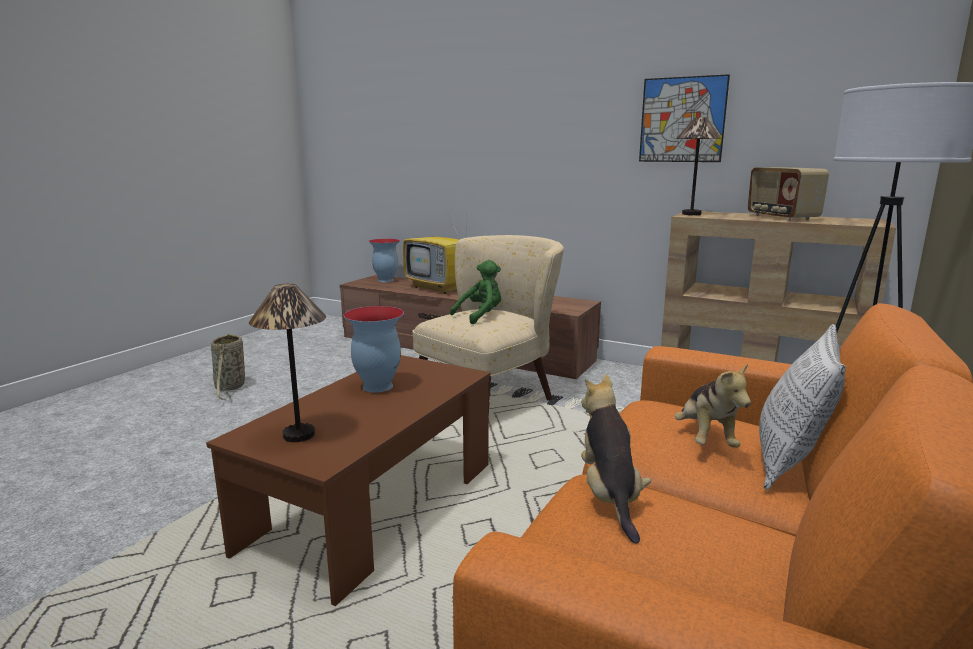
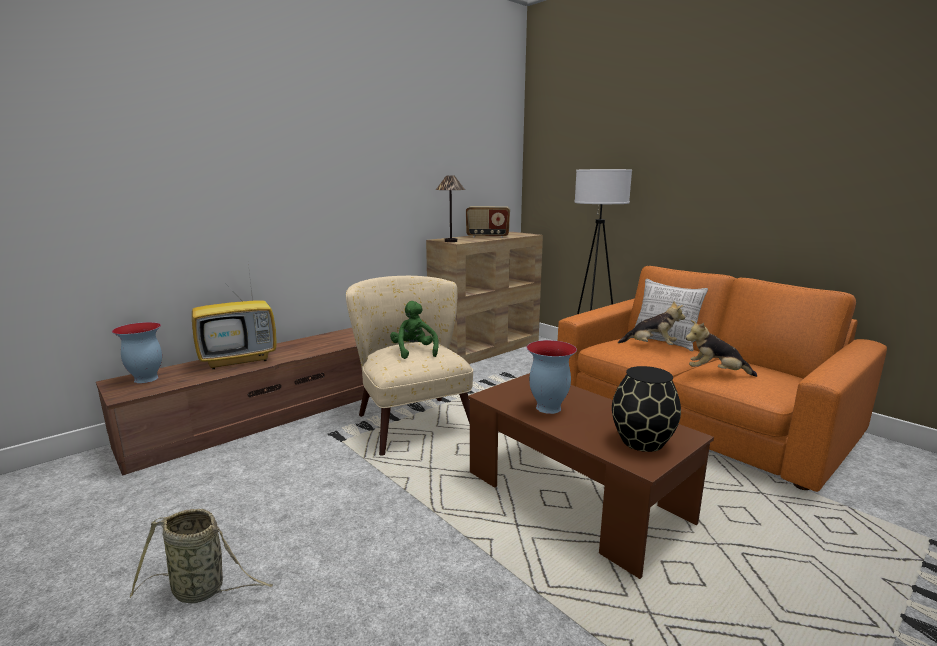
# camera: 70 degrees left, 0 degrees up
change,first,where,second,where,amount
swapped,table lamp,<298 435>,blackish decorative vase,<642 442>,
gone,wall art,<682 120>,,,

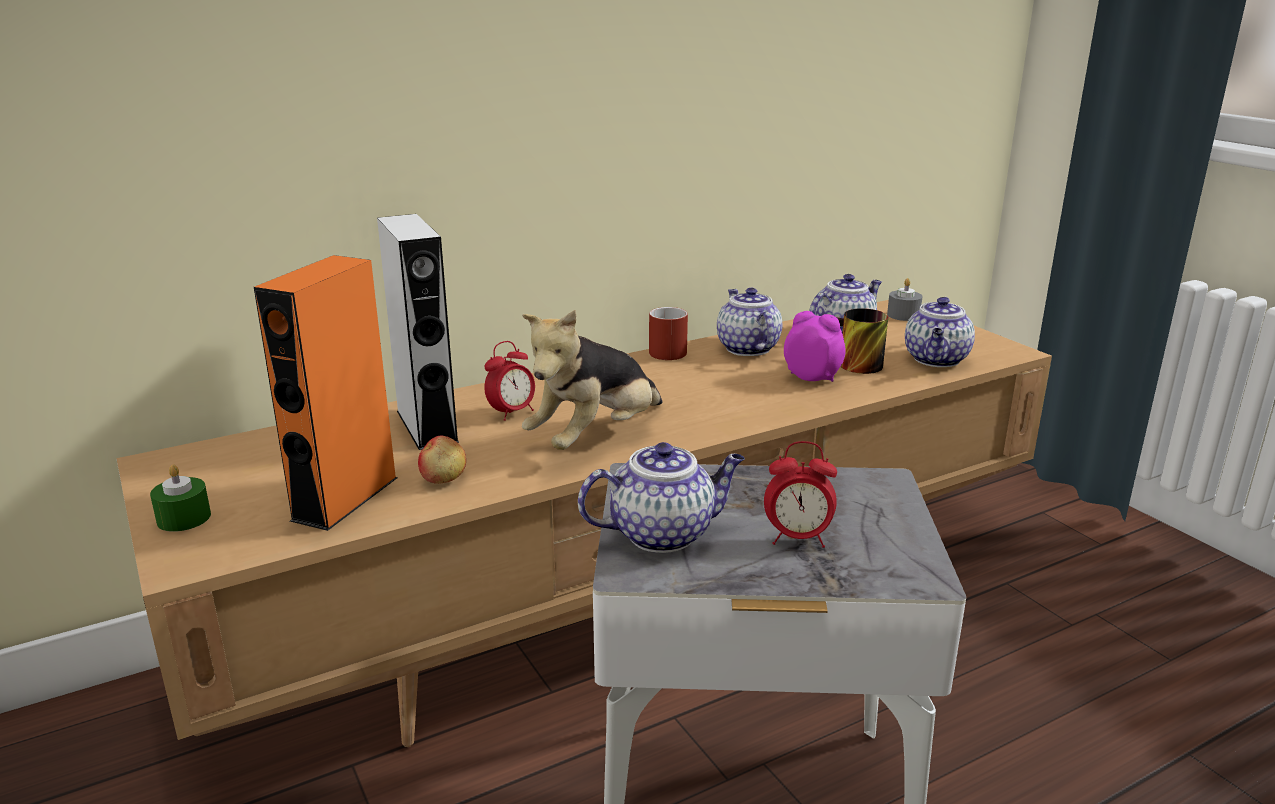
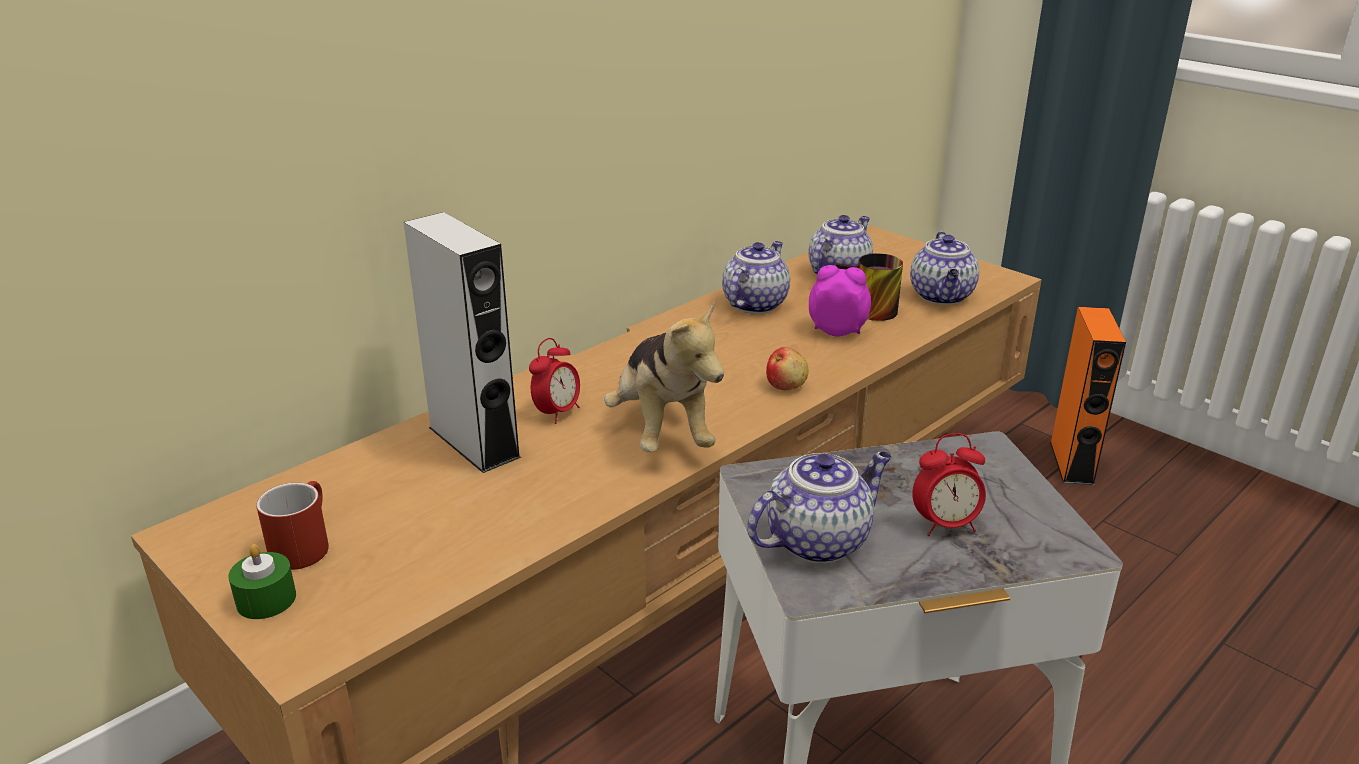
# camera: 15 degrees left, 5 degrees up
change,first,where,second,where,amount
shifted,orange-coloured loudspeaker,<345 498>,,<1071 463>,
shifted,whole apple,<444 478>,,<786 385>,
rotated,cuddly toy,<595 437>,,<661 431>,45 degrees counterclockwise
shifted,reddish coffee mug,<670 350>,,<303 544>,
rotated,tea pot,<746 348>,,<755 303>,60 degrees clockwise
gone,greyish wax candle,<903 315>,,,

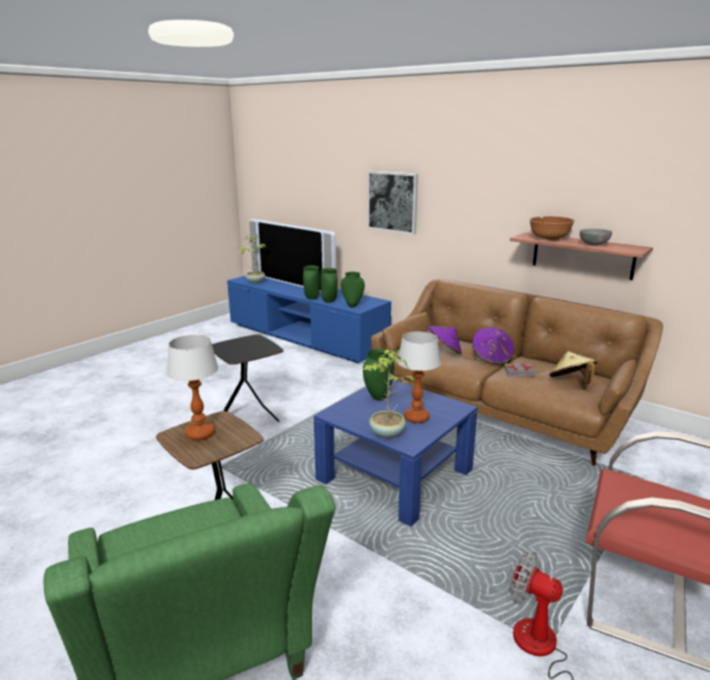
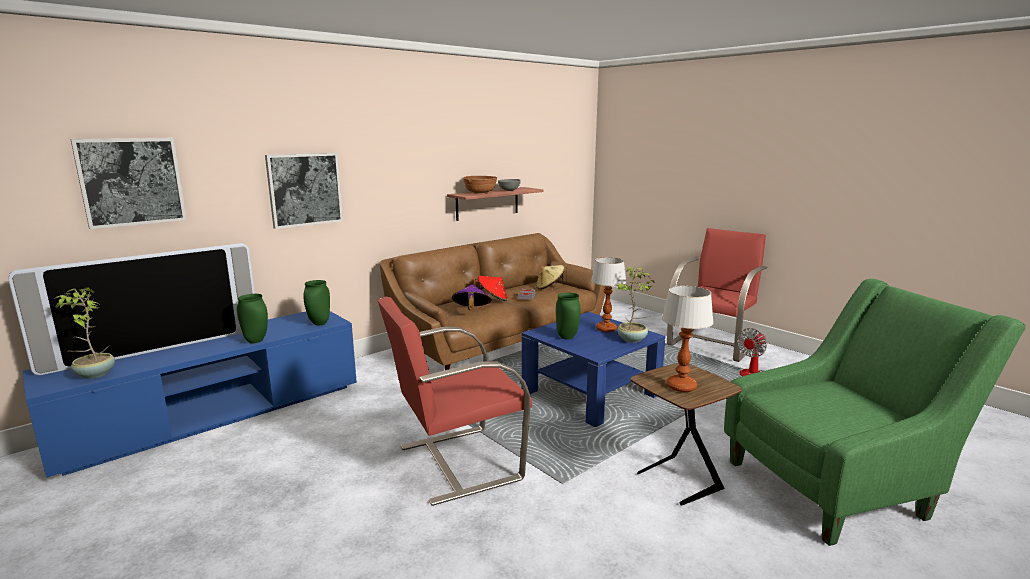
# camera: 80 degrees left, 5 degrees down
change,first,where,second,where,amount
swapped,blackish end table,<251 420>,reddish lounge chair,<457 463>,
gone,greenish decorative vase,<329 301>,,,
repainted,purplish wearable hat,<492 358>,reddish wearable hat,<492 299>,
new,,,wall art,<131 181>,

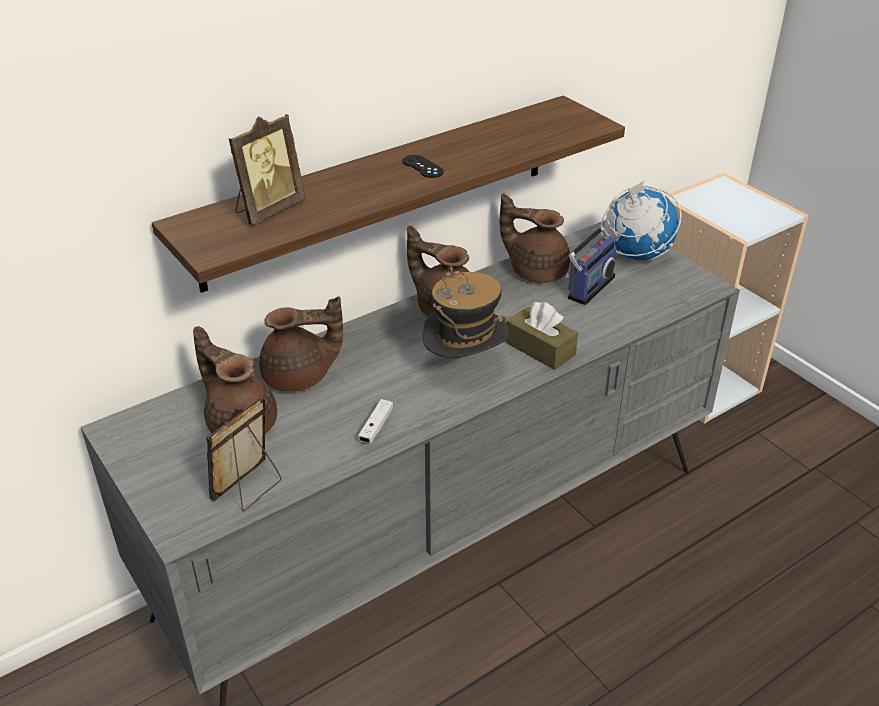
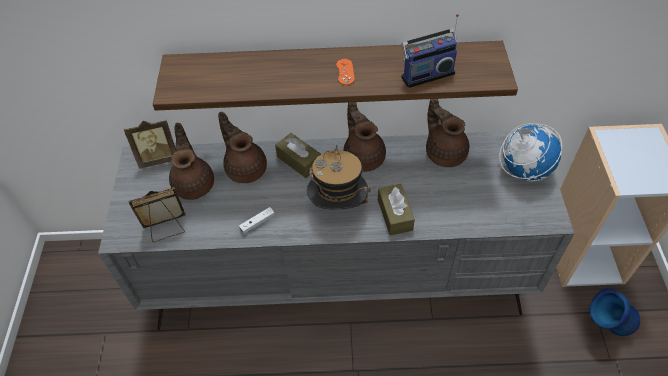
# camera: 35 degrees right, 15 degrees up
change,first,where,second,where,amount
shifted,photo frame,<268 210>,,<159 158>,
rotated,brown tea pot,<300 377>,,<245 168>,150 degrees counterclockwise
repainted,blackish game controller,<423 167>,orange-coloured game controller,<345 72>,
shifted,radio set,<588 286>,,<426 74>,
new,,,brown tissue holder,<299 161>,
new,,,blue decorative vase,<605 327>,

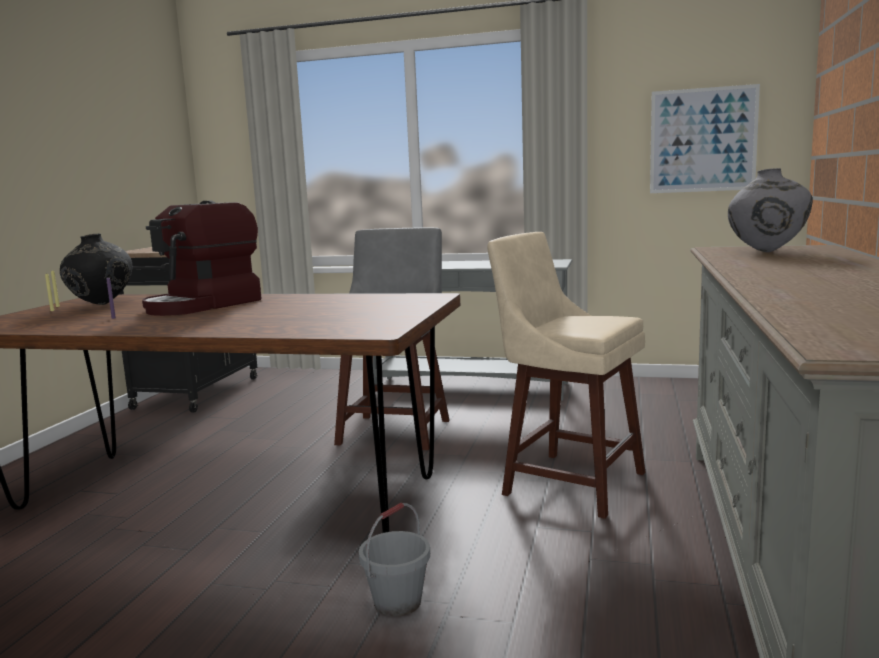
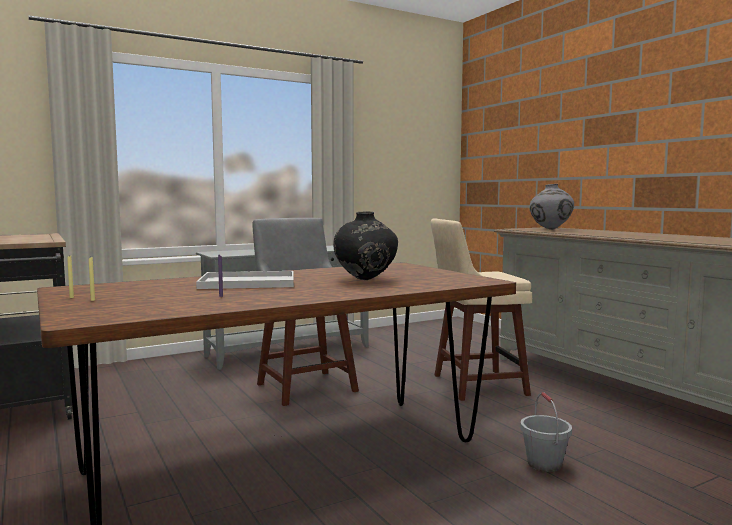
# camera: 45 degrees left, 5 degrees down
change,first,where,second,where,amount
shifted,blackish decorative vase,<102 305>,,<365 280>,
swapped,coffee machine,<203 305>,white-coloured serving tray,<250 282>,
gone,wall art,<703 140>,,,

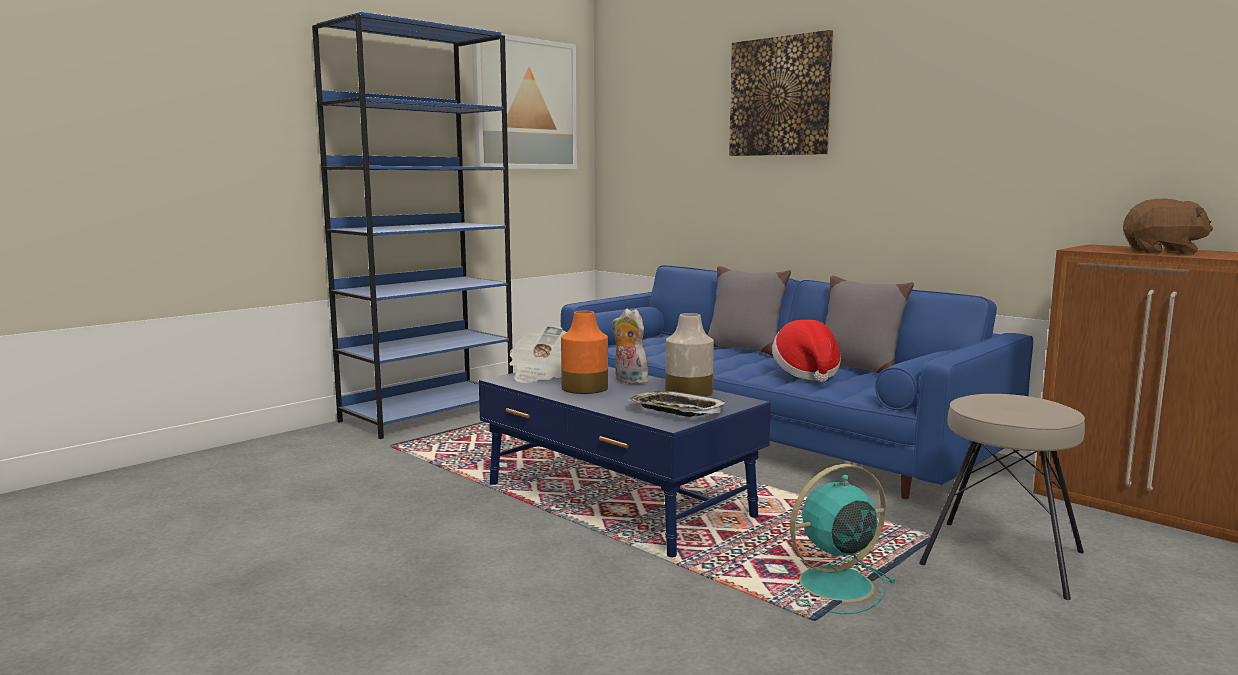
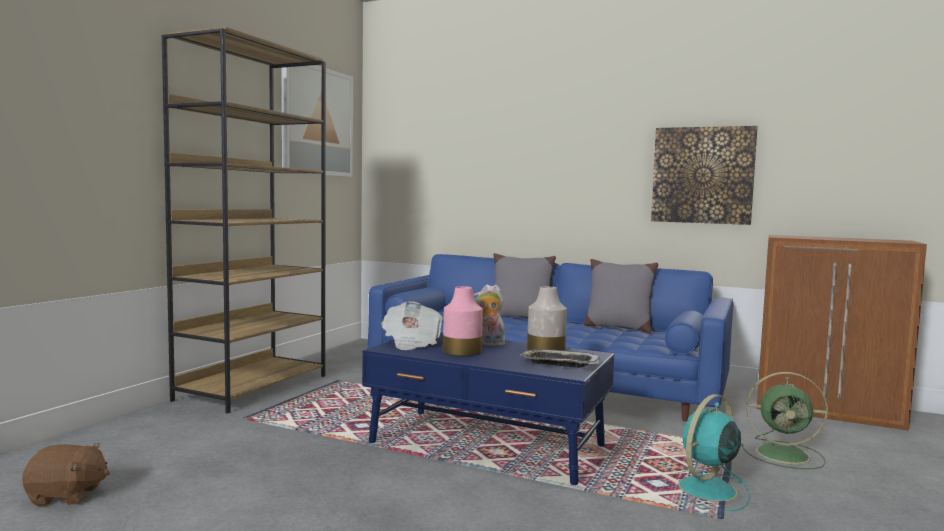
# camera: 20 degrees left, 5 degrees down
change,first,where,second,where,amount
repainted,blue bookshelf,<429 413>,brown bookshelf,<253 387>,
repainted,orange-coloured decorative vase,<585 388>,pink decorative vase,<462 351>,
shifted,wall art,<780 96>,,<702 175>,
gone,wearable hat,<806 374>,,,
swapped,sand-coloured sitting stool,<1002 557>,greenish electric fan,<785 454>,
shifted,brown cuddly toy,<1163 252>,,<67 496>,

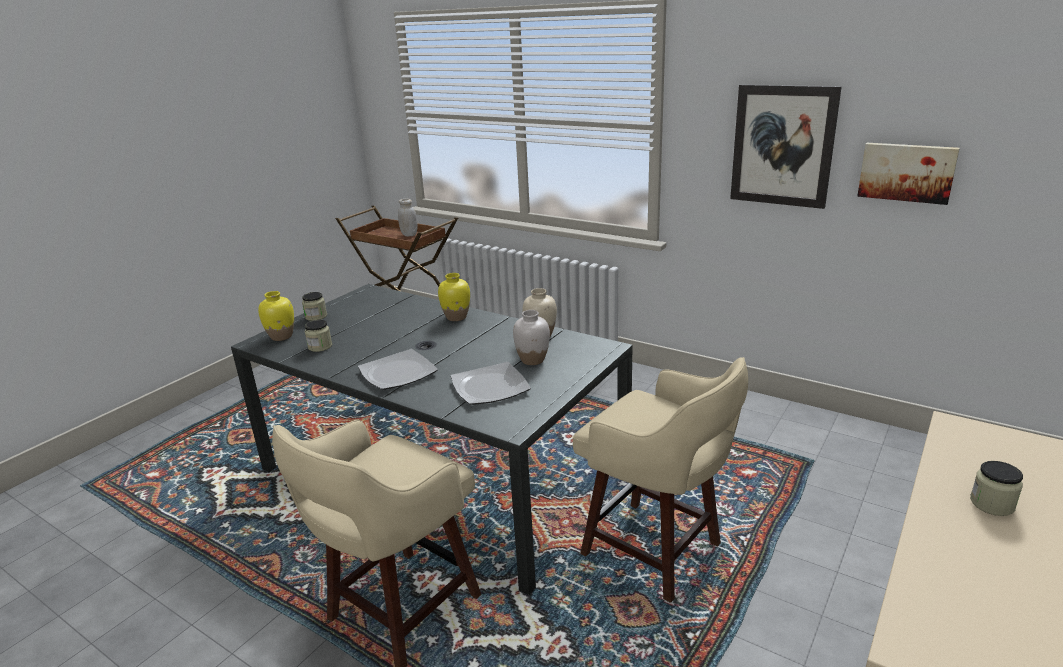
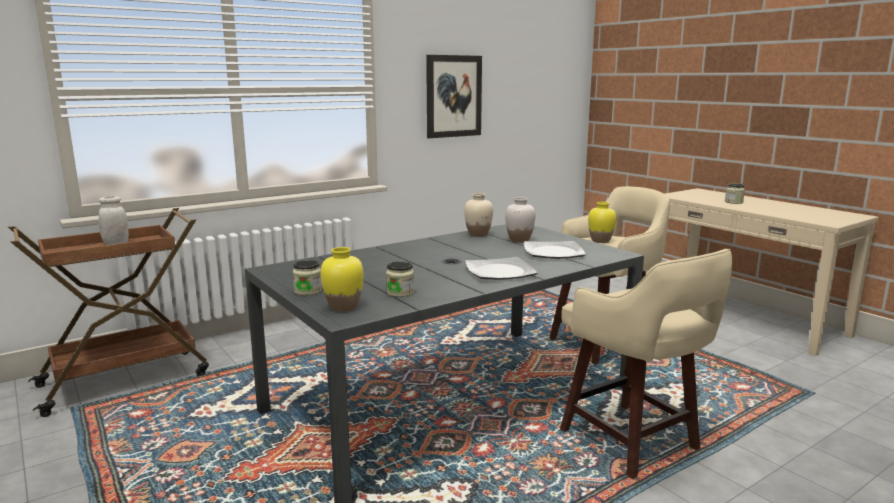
# camera: 70 degrees left, 10 degrees down
change,first,where,second,where,amount
shifted,yellowish decorative vase,<456 317>,,<600 241>,
gone,wall art,<906 172>,,,

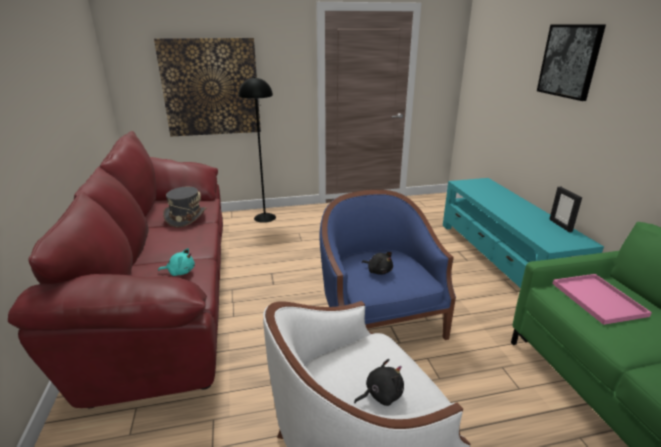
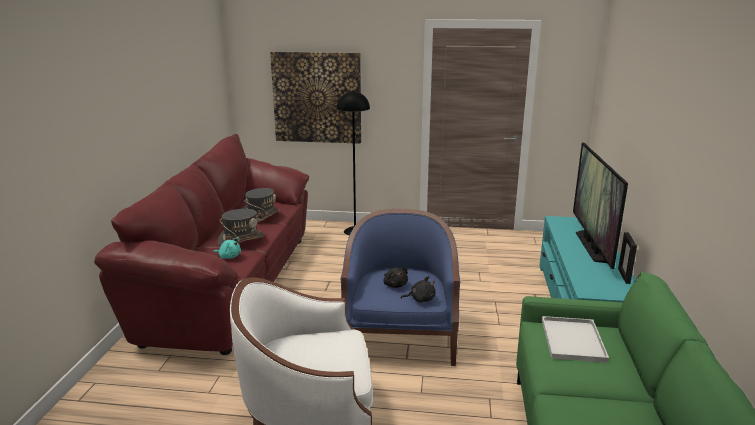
# camera: 20 degrees right, 5 degrees down
change,first,where,second,where,amount
shifted,blackish cuddly toy,<381 394>,,<420 299>,
gone,wall art,<569 61>,,,
repainted,pink serving tray,<600 300>,white-coloured serving tray,<574 341>,
new,,,greyish wearable hat,<241 239>,
new,,,television,<591 246>,

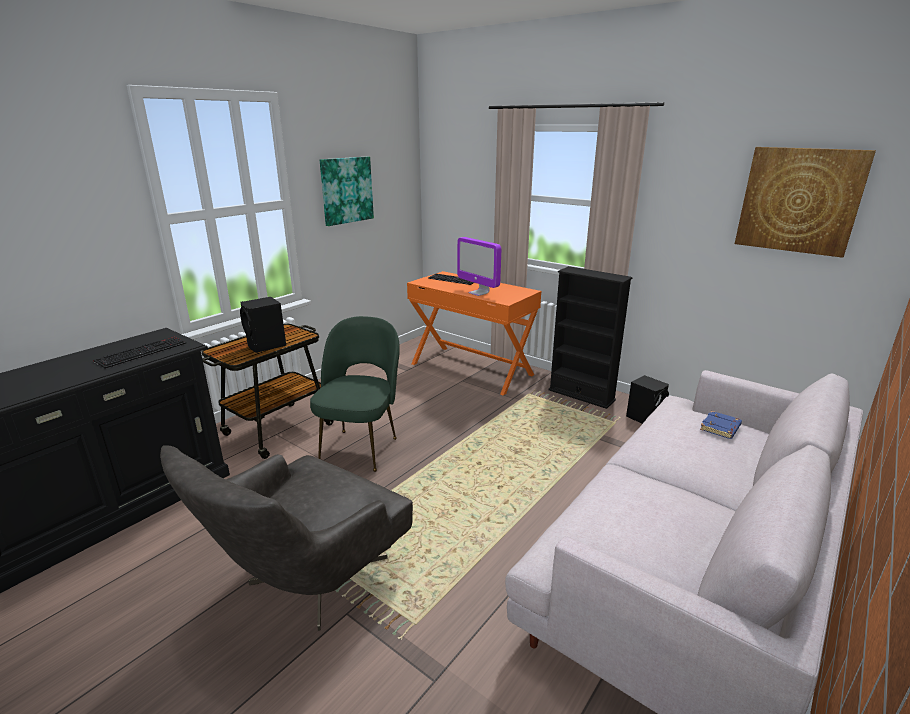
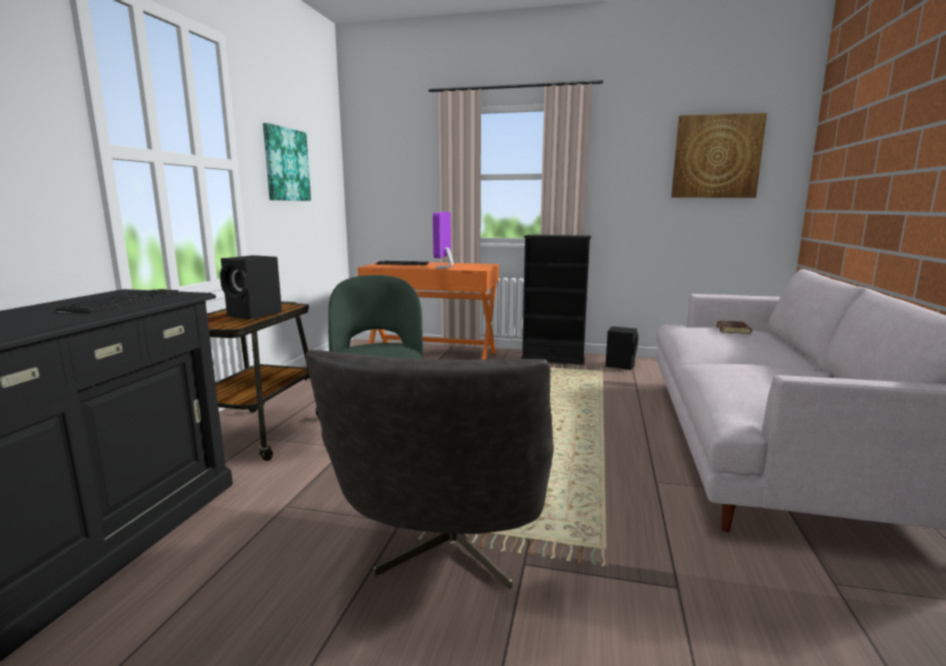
# camera: 25 degrees left, 10 degrees down
change,first,where,second,where,amount
rotated,computer display,<478 293>,,<444 267>,75 degrees clockwise
repainted,blue bound book,<720 428>,brown bound book,<733 330>,

